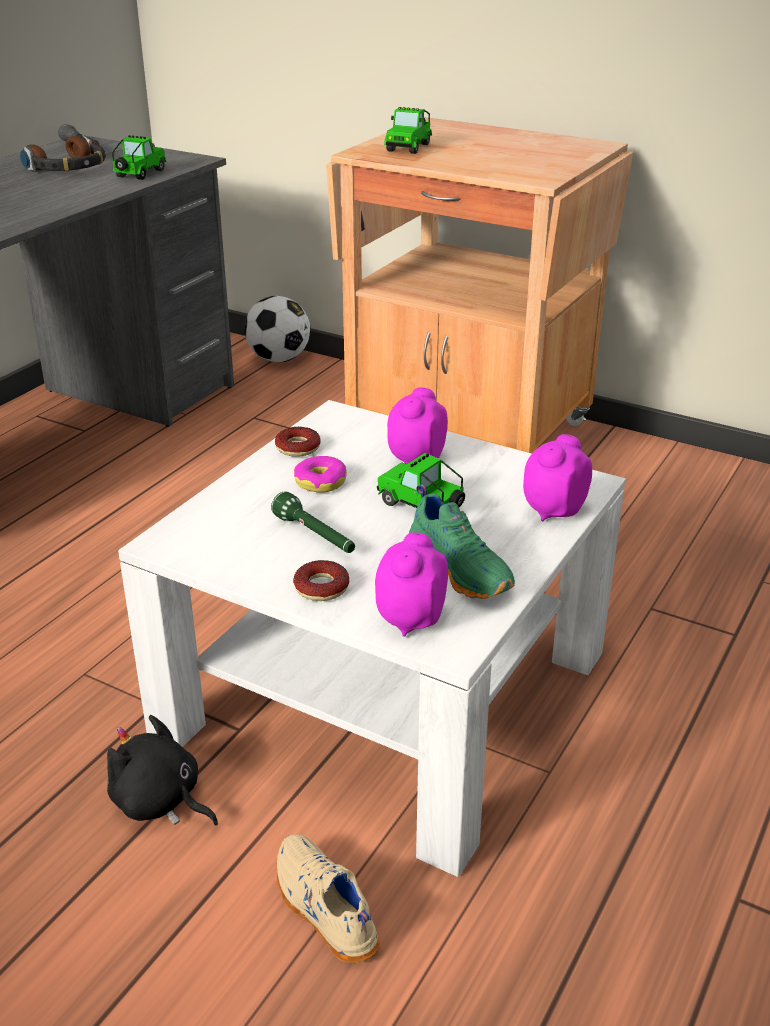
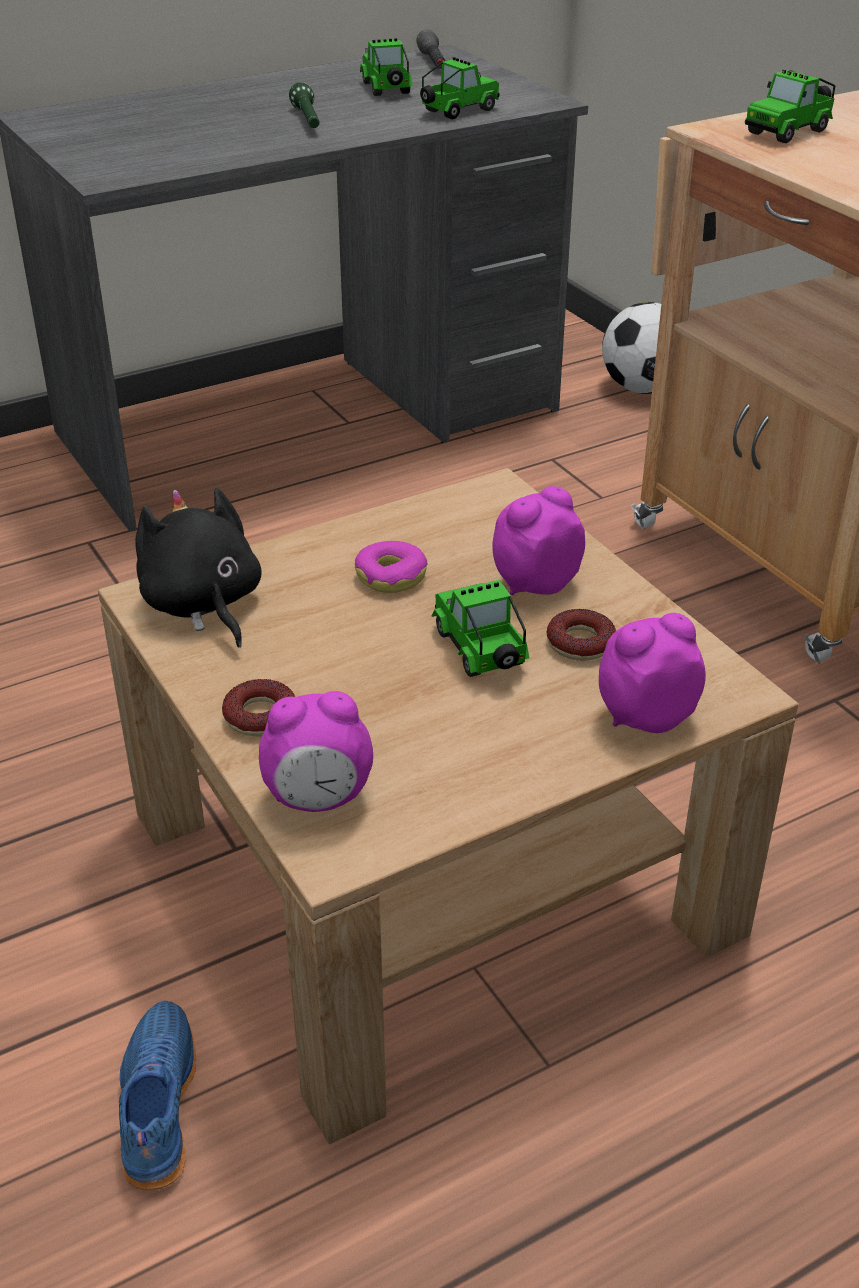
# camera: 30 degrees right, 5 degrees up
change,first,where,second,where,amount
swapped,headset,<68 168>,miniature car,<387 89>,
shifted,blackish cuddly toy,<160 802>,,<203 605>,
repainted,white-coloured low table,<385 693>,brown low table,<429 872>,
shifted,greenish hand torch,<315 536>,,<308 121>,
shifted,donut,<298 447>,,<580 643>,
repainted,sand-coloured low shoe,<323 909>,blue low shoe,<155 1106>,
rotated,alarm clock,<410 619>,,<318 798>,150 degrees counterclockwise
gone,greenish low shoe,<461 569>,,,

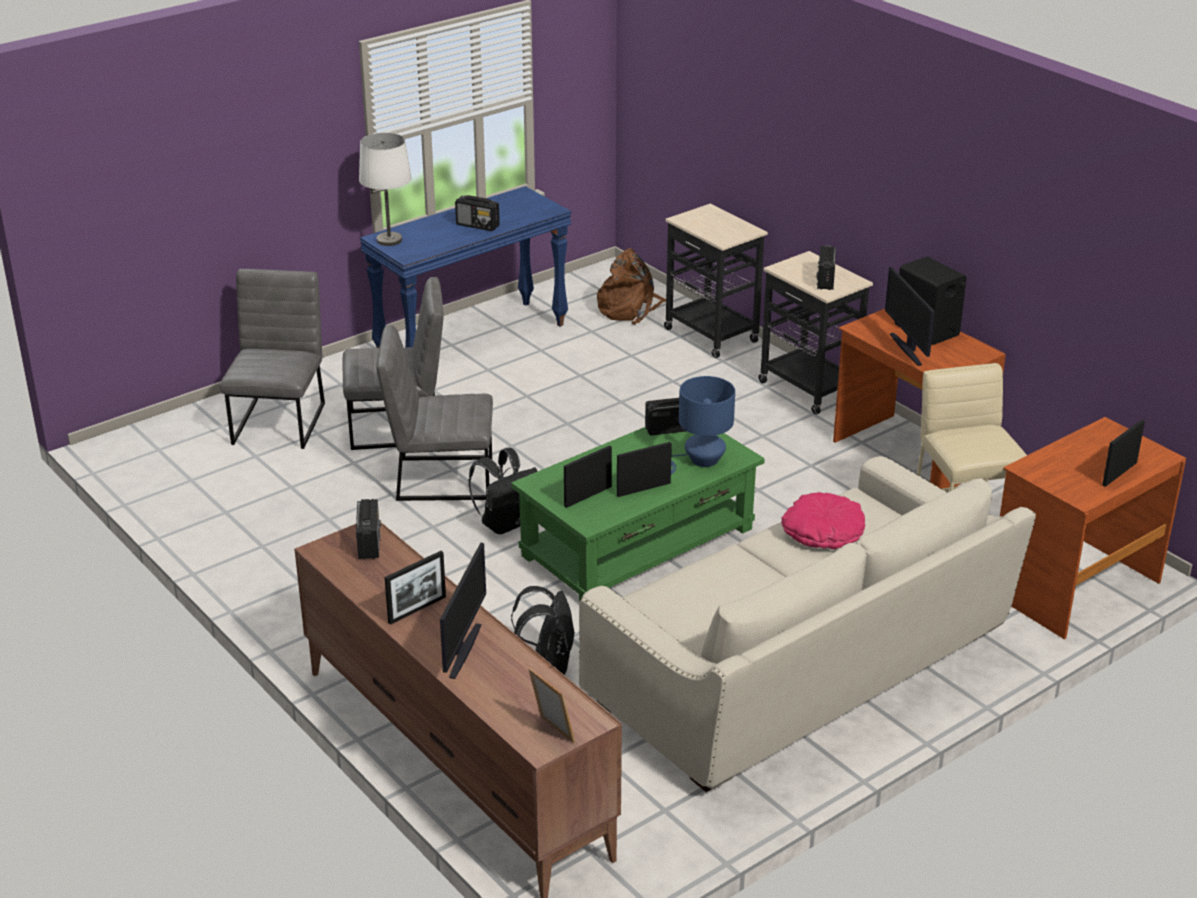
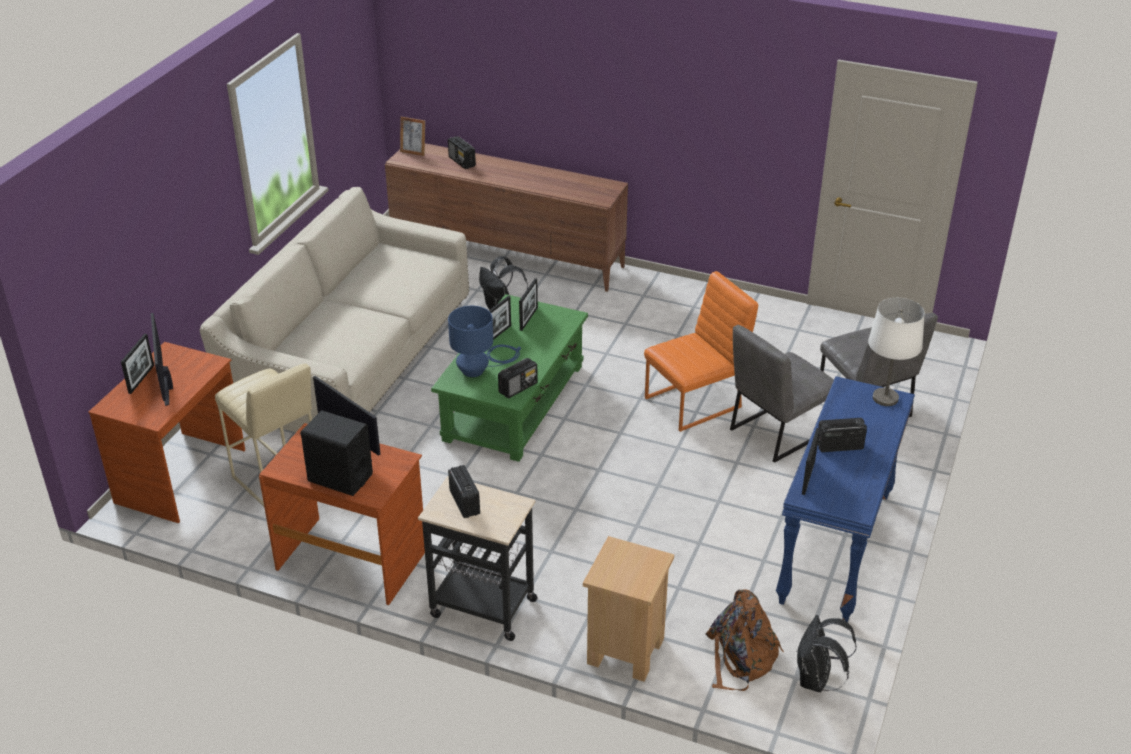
# camera: 150 degrees right, 5 degrees up
change,first,where,second,where,amount
shifted,radio set,<369 543>,,<462 162>,
repainted,greyish upright chair,<441 478>,orange-coloured upright chair,<695 402>,
shifted,photo frame,<417 609>,,<808 477>,
shifted,computer display,<462 650>,,<167 387>,
shifted,blackish backpack,<504 524>,,<816 680>,
swapped,wheeled cart,<712 336>,sand-coloured bedside table,<625 649>,
gone,pink pillow,<824 533>,,,

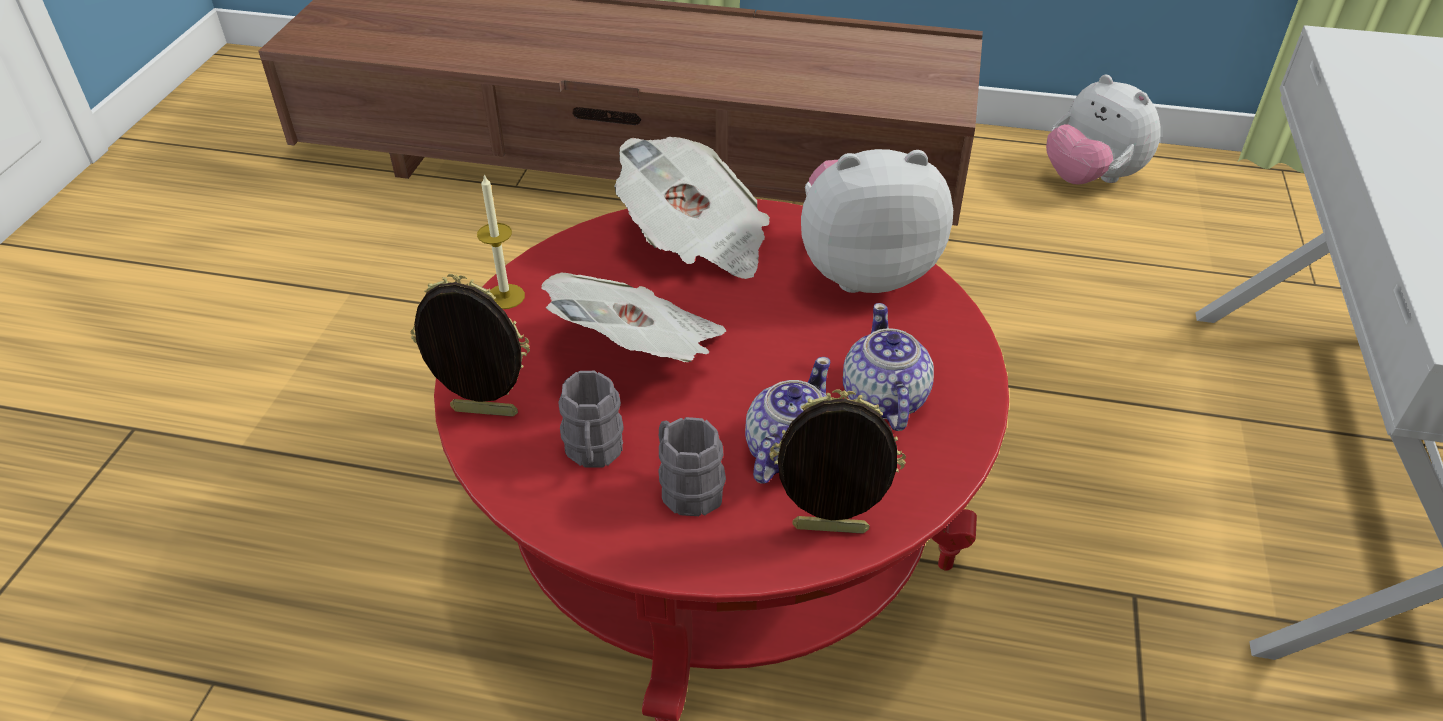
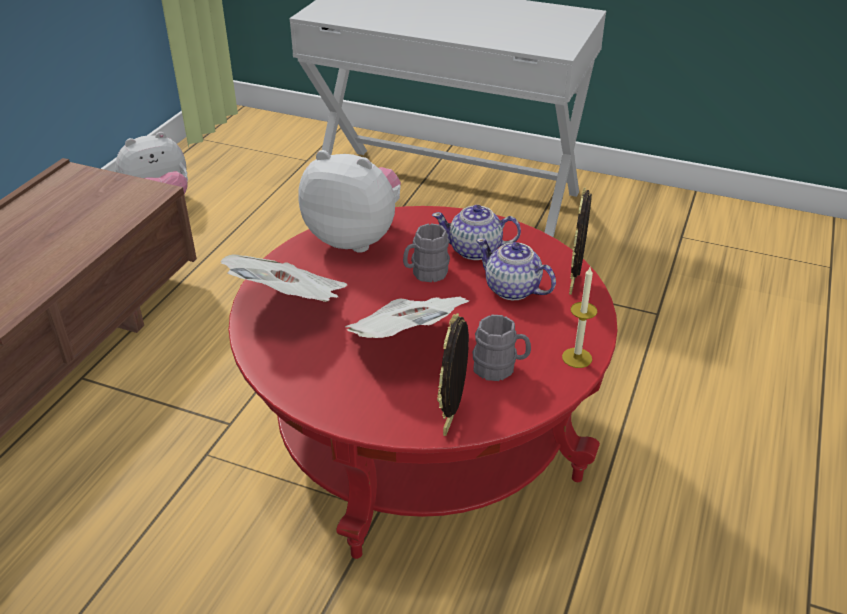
# camera: 80 degrees left, 5 degrees down
change,first,where,second,where,amount
shifted,wax candle,<505 296>,,<577 358>,
shifted,greyish coffee mug,<686 487>,,<425 273>,
rotated,cuddly toy,<864 270>,,<355 238>,105 degrees clockwise

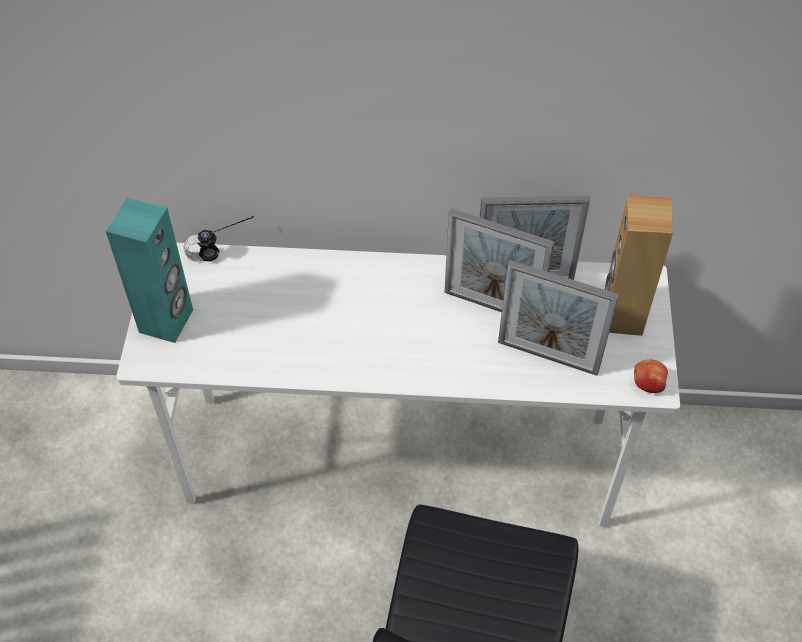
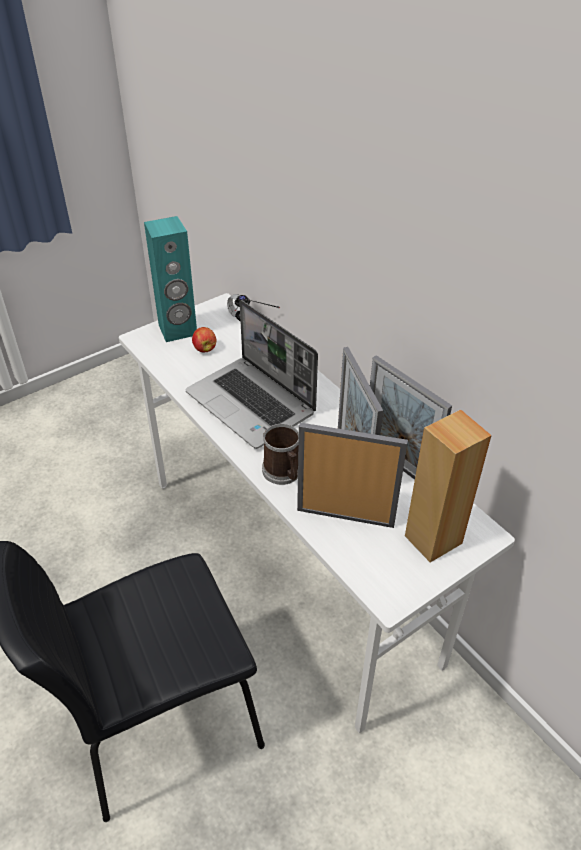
# camera: 50 degrees right, 10 degrees down
change,first,where,second,where,amount
rotated,photo frame,<547 357>,,<345 517>,120 degrees clockwise
shifted,whole apple,<647 384>,,<204 348>,
new,,,portable computer,<252 404>,
new,,,coffee mug,<284 473>,

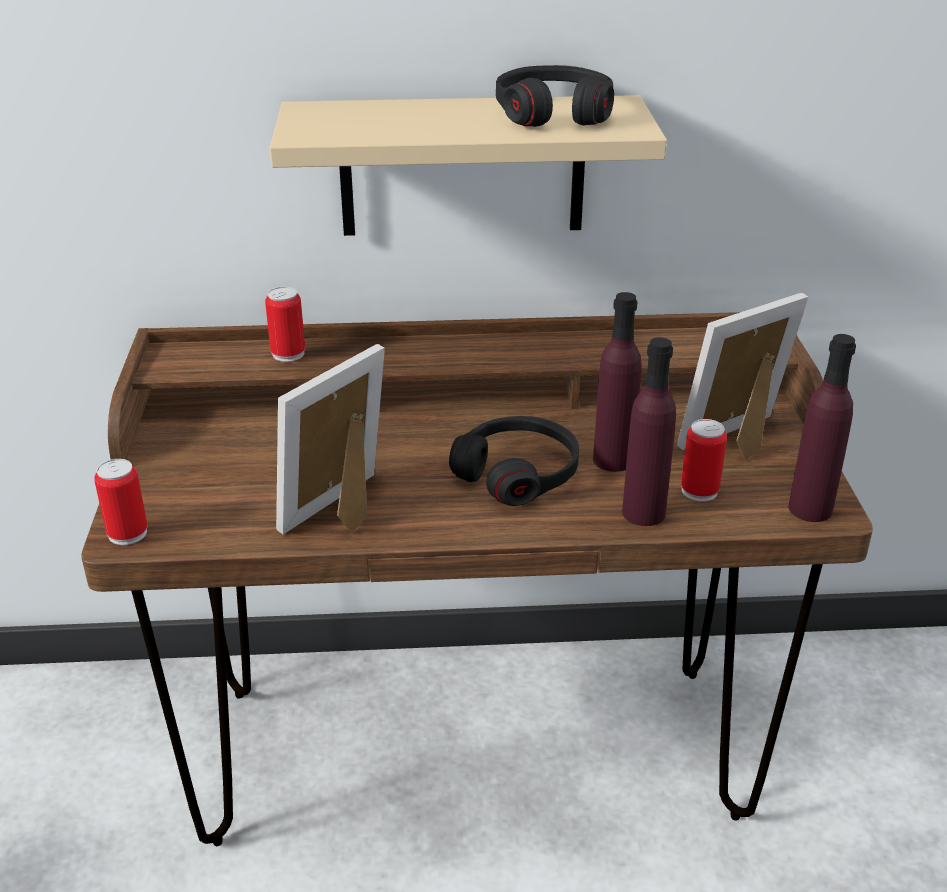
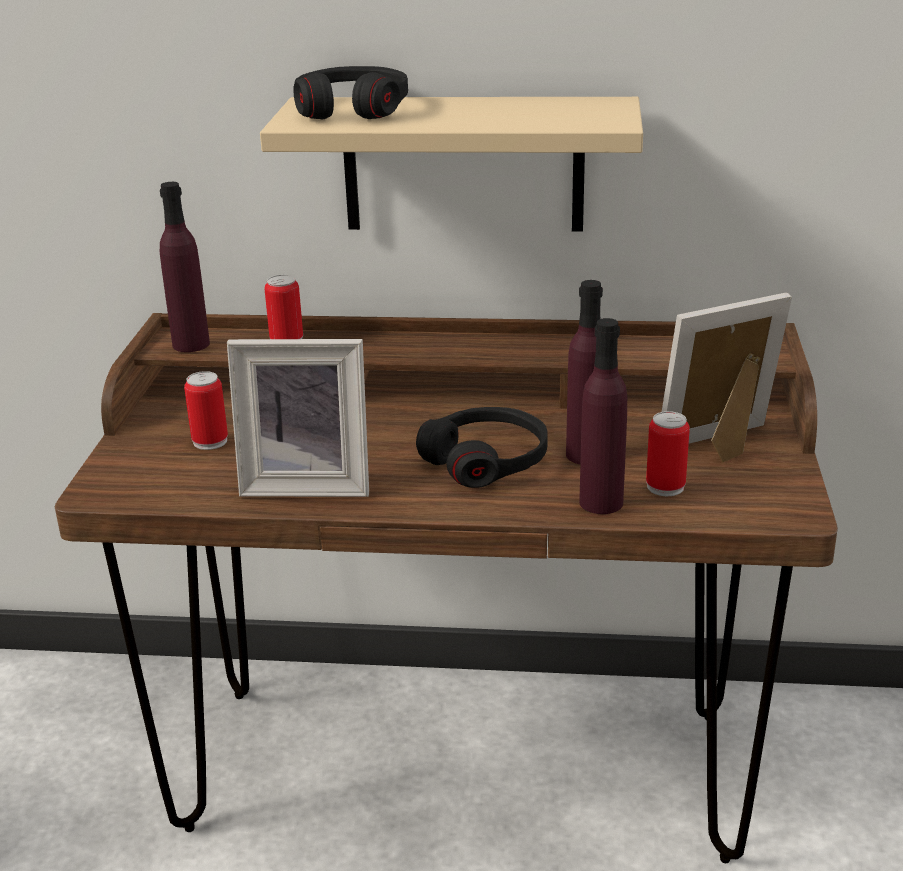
# camera: 10 degrees right, 5 degrees down
change,first,where,second,where,amount
shifted,sealed can,<127 533>,,<210 441>,
rotated,photo frame,<344 511>,,<307 483>,135 degrees counterclockwise
shifted,blackish headset,<553 113>,,<352 109>,
shifted,purplish drink bottle,<810 509>,,<191 344>,

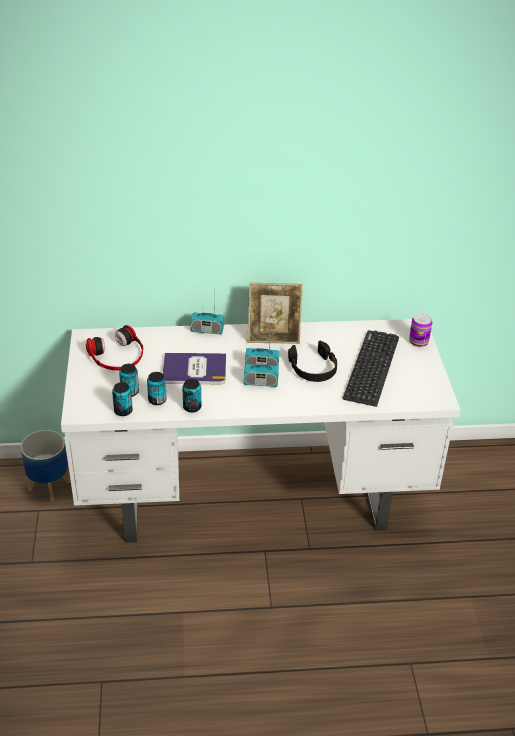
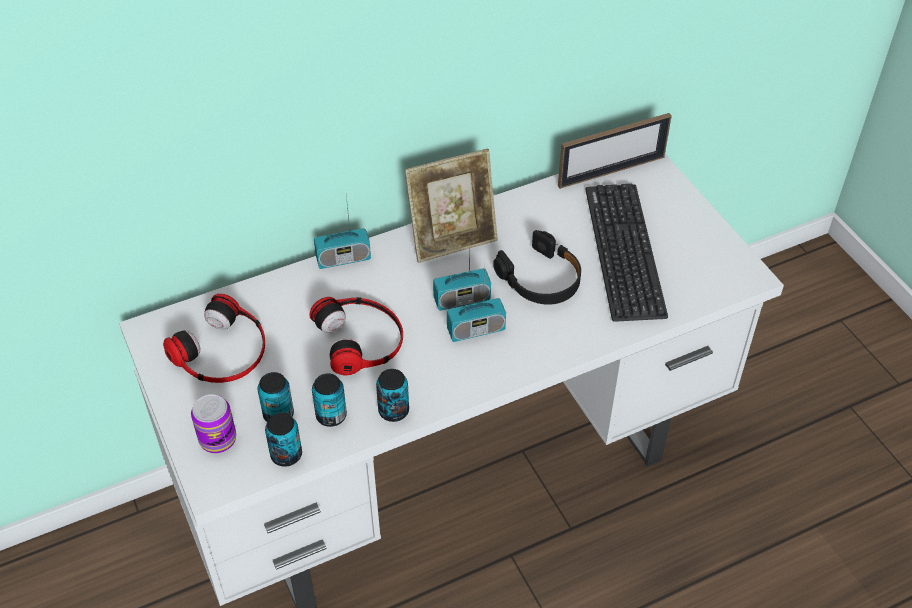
# camera: 20 degrees left, 10 degrees up
change,first,where,second,where,amount
gone,flower pot,<49 485>,,,
swapped,bound book,<194 370>,headset,<361 338>,
shifted,sealed can,<418 341>,,<218 439>,
new,,,photo frame,<611 171>,

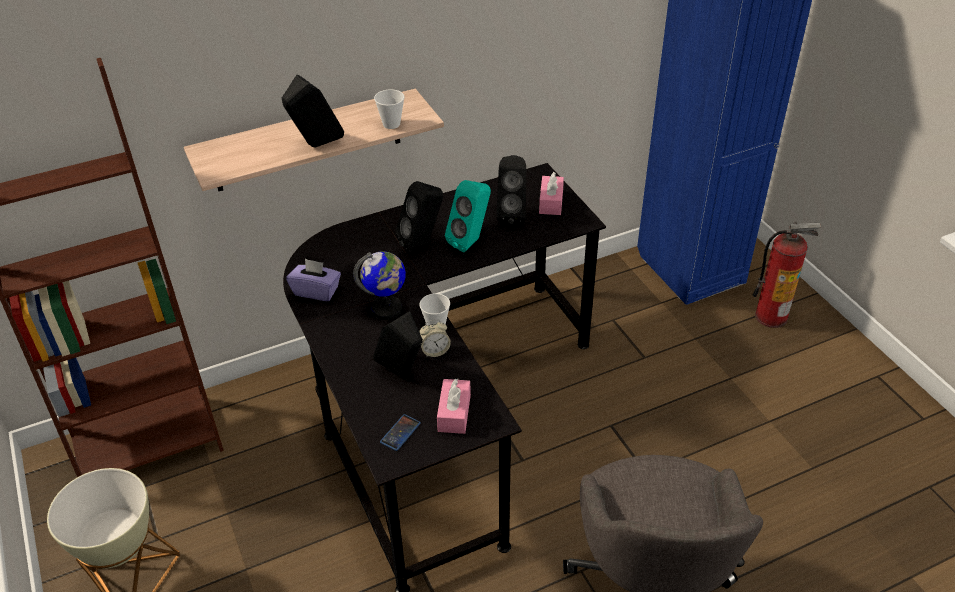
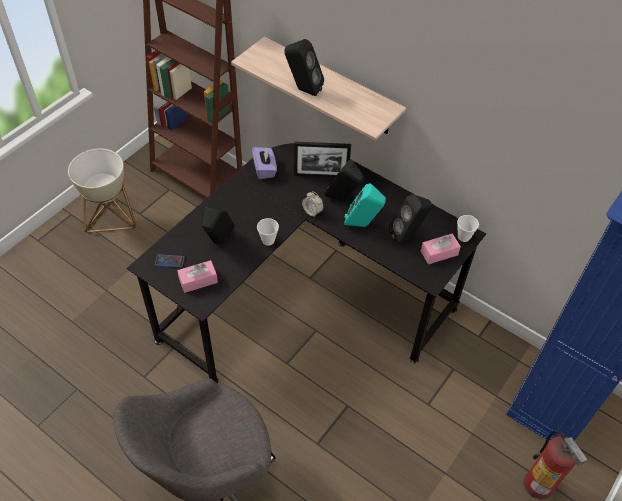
# camera: 60 degrees right, 10 degrees up
change,first,where,second,where,amount
gone,desk globe,<387 309>,,,
shifted,drinking cup,<391 124>,,<463 237>,
shifted,alarm clock,<434 351>,,<312 211>,
new,,,photo frame,<321 175>,

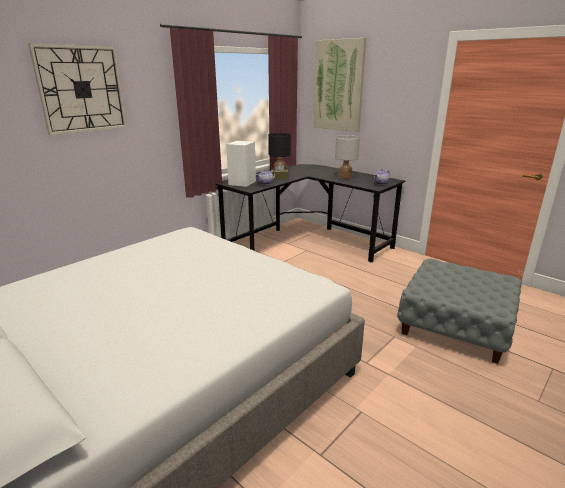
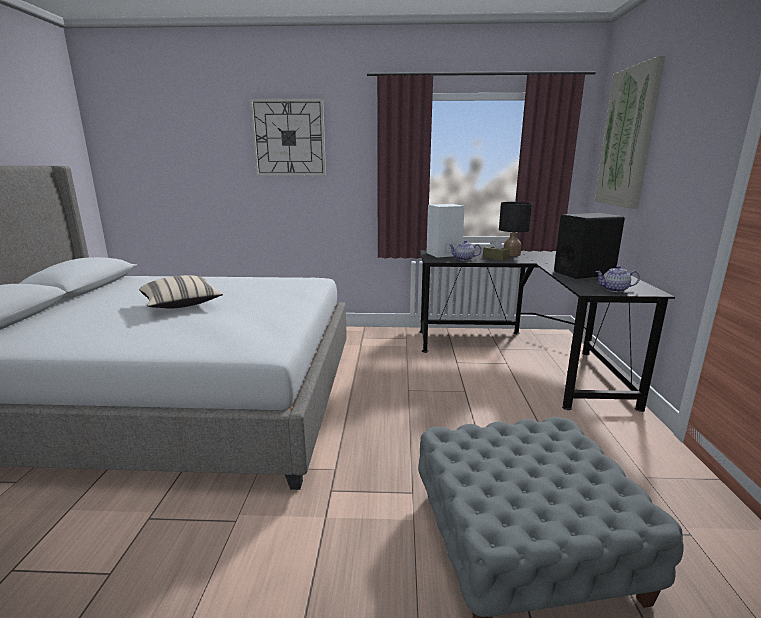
# camera: 50 degrees right, 5 degrees down
change,first,where,second,where,amount
swapped,greyish table lamp,<345 177>,blackish loudspeaker,<584 273>,
new,,,sand-coloured pillow,<181 305>,

